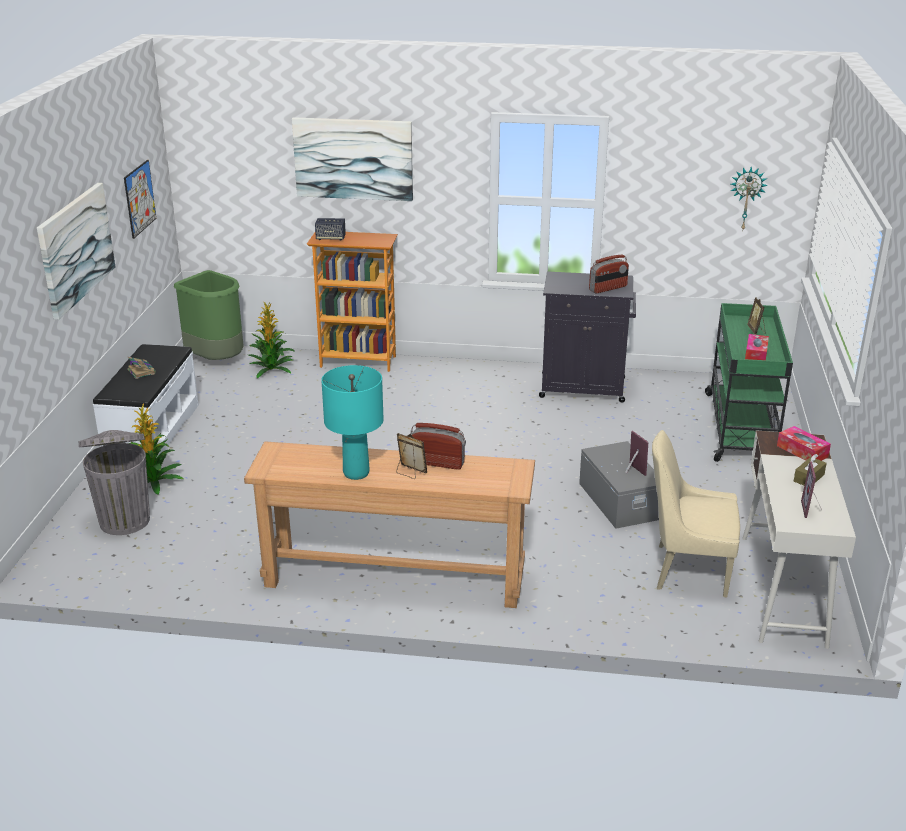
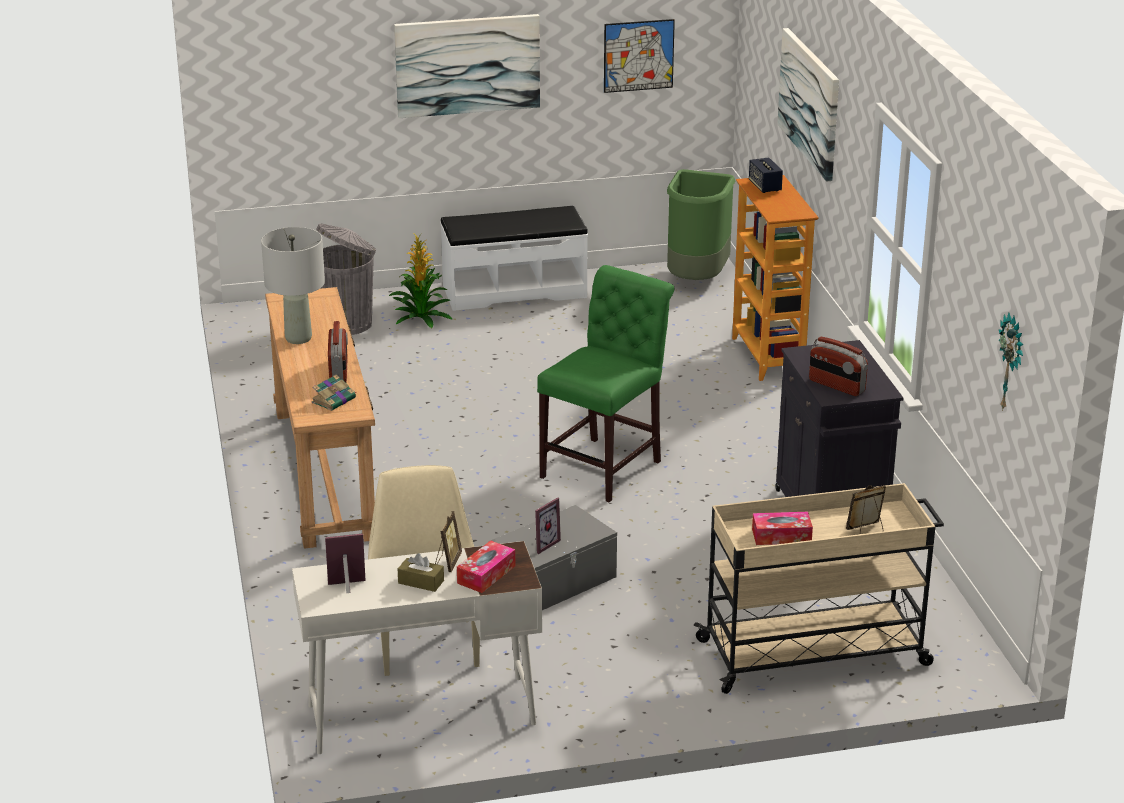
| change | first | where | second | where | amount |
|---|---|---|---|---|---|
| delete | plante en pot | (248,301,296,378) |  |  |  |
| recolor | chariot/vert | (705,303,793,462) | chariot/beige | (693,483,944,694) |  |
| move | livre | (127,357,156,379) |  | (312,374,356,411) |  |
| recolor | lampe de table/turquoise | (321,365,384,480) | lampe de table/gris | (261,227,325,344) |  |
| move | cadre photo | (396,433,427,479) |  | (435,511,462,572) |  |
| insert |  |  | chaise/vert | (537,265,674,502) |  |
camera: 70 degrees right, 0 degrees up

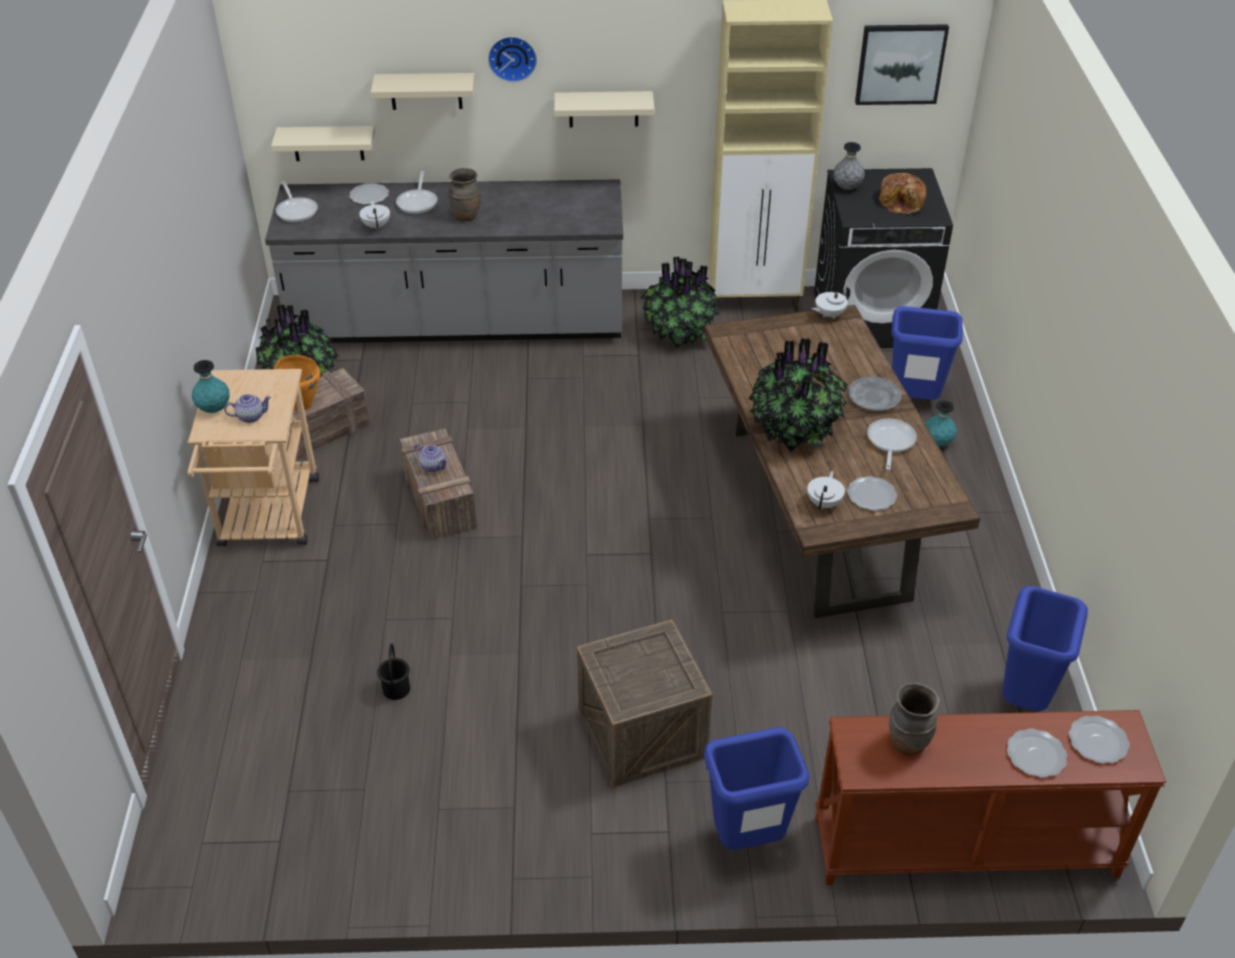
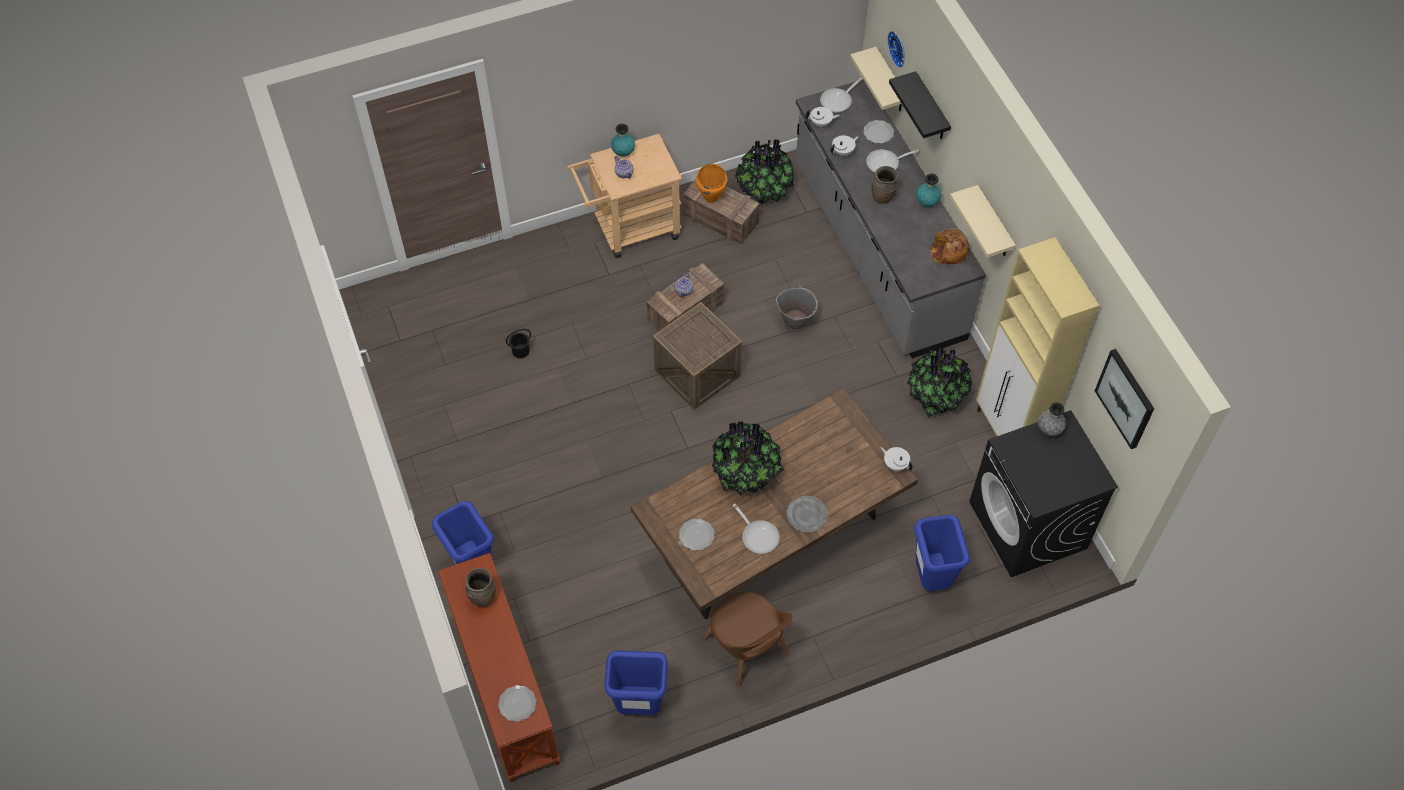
| change | first | where | second | where | amount |
|---|---|---|---|---|---|
| move | horloge murale | (488,36,537,82) |  | (887,31,905,68) |  |
| recolor | étagère/beige | (371,73,475,110) | étagère/noir | (889,71,951,139) |  |
| move | pain | (879,173,926,214) |  | (930,228,969,264) |  |
| move | vase/turquoise | (925,400,957,446) |  | (916,174,941,207) |  |
| rotate | poêle | (867,418,917,470) |  | (733,504,780,554) | 60 degrees clockwise |
| move | théière/blanc | (807,471,845,510) |  | (806,107,840,127) |  |
| move | caisse | (577,619,713,788) |  | (653,302,743,410) |  |
| delete | assiette | (1007,729,1067,778) |  |  |  |
| insert |  |  | seau/gris | (776,285,818,333) |  |
| insert |  |  | chaise/marron | (702,592,792,687) |  |
camera: 70 degrees right, 15 degrees up

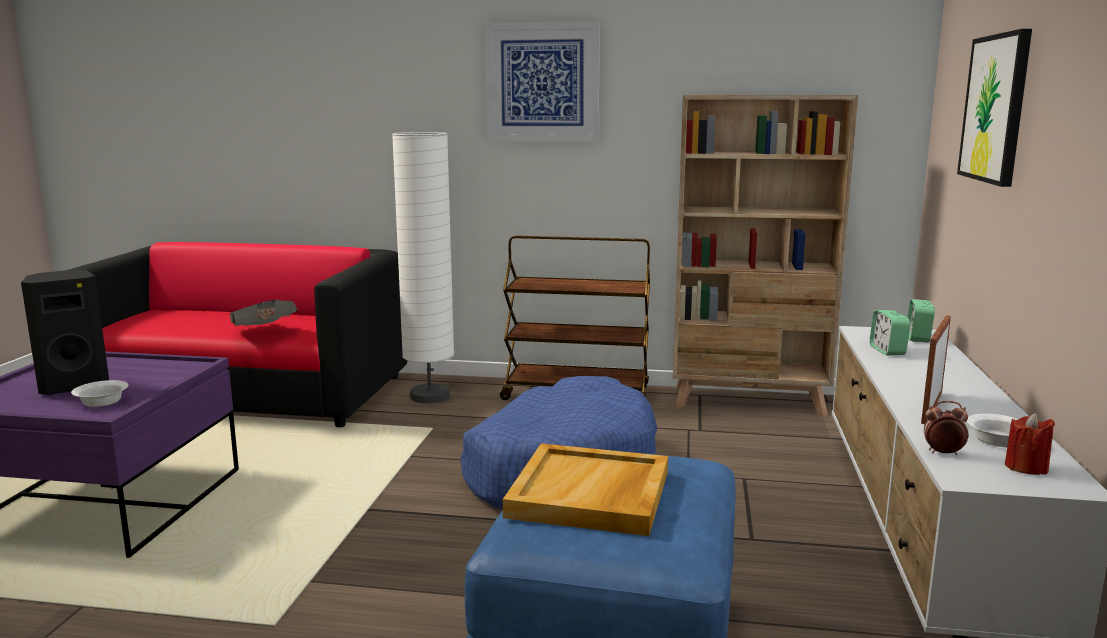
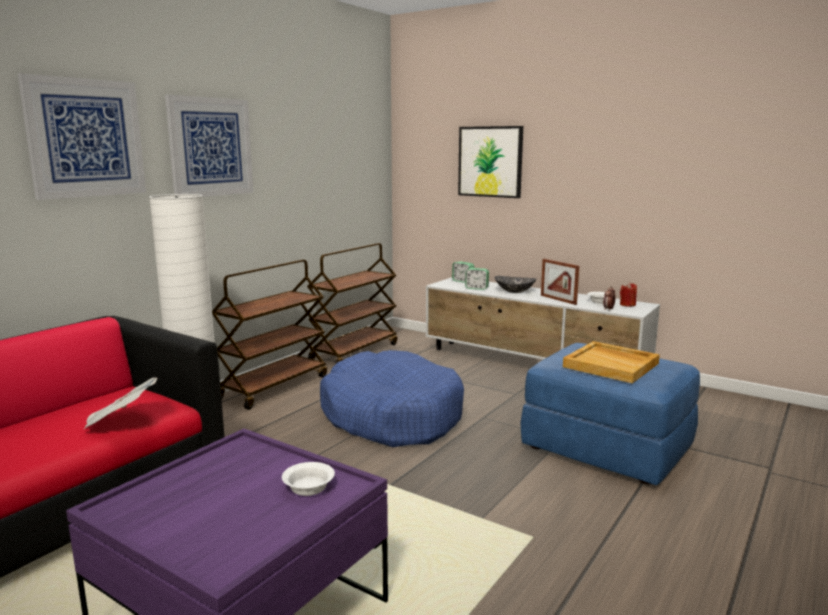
| change | first | where | second | where | amount |
|---|---|---|---|---|---|
| replace | bibliothèque/beige | (673,95,858,416) | chariot/marron | (307,243,397,365) |  |
| delete | enceinte/noir | (21,270,109,395) |  |  |  |
| insert |  |  | tableau | (18,73,146,200) |  |
| insert |  |  | bol | (494,276,537,293) |  |
camera: 65 degrees left, 0 degrees up

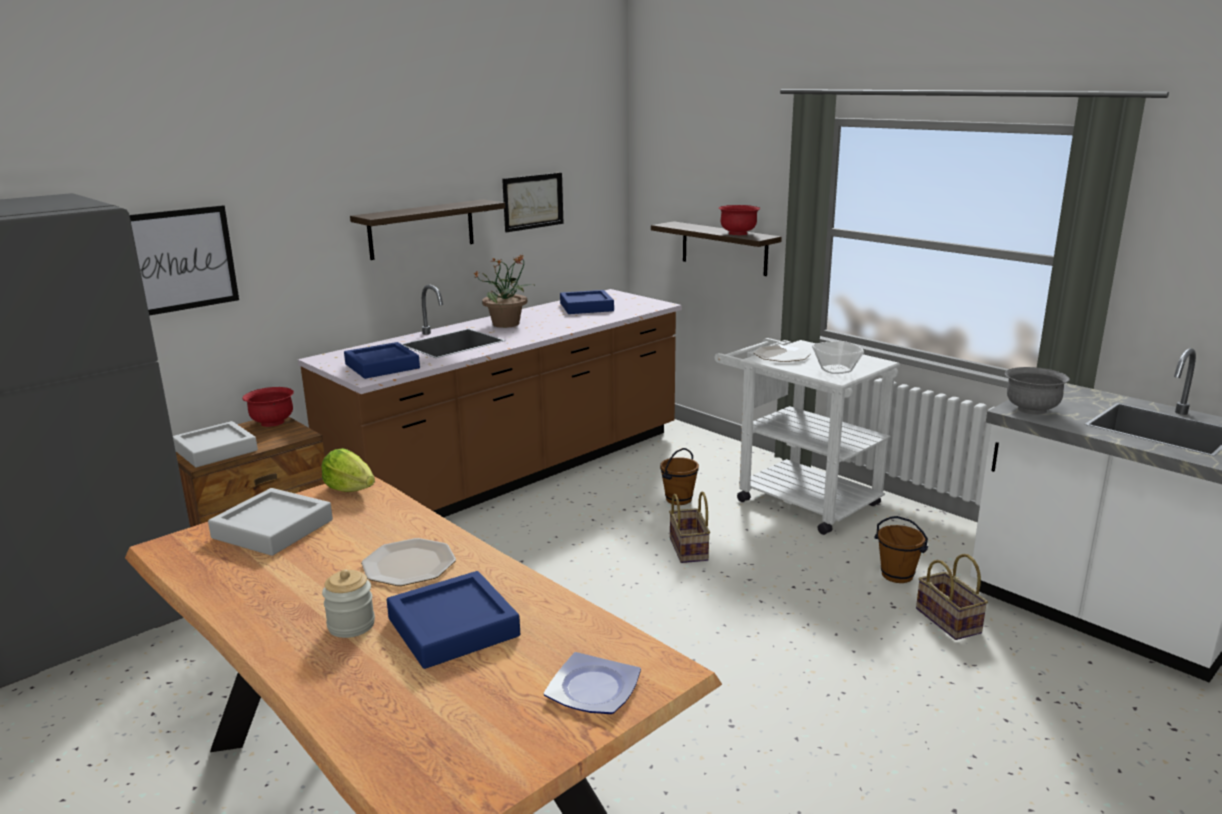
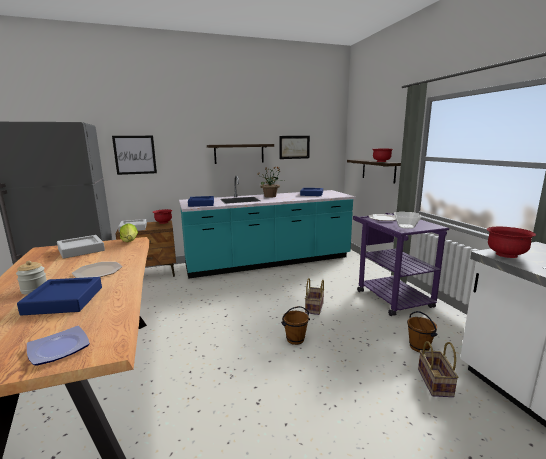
| change | first | where | second | where | amount |
|---|---|---|---|---|---|
| recolor | comptoir de cuisine/marron | (298,285,682,517) | comptoir de cuisine/turquoise | (179,176,356,279) |  |
| recolor | chariot/blanc | (715,338,900,535) | chariot/violet | (353,213,449,316) |  |
| recolor | bol/gris | (1005,367,1070,415) | bol/rouge | (486,227,536,258) |  |
| move | seau/marron | (660,448,699,505) |  | (281,306,310,345) |  |
camera: 25 degrees right, 5 degrees down

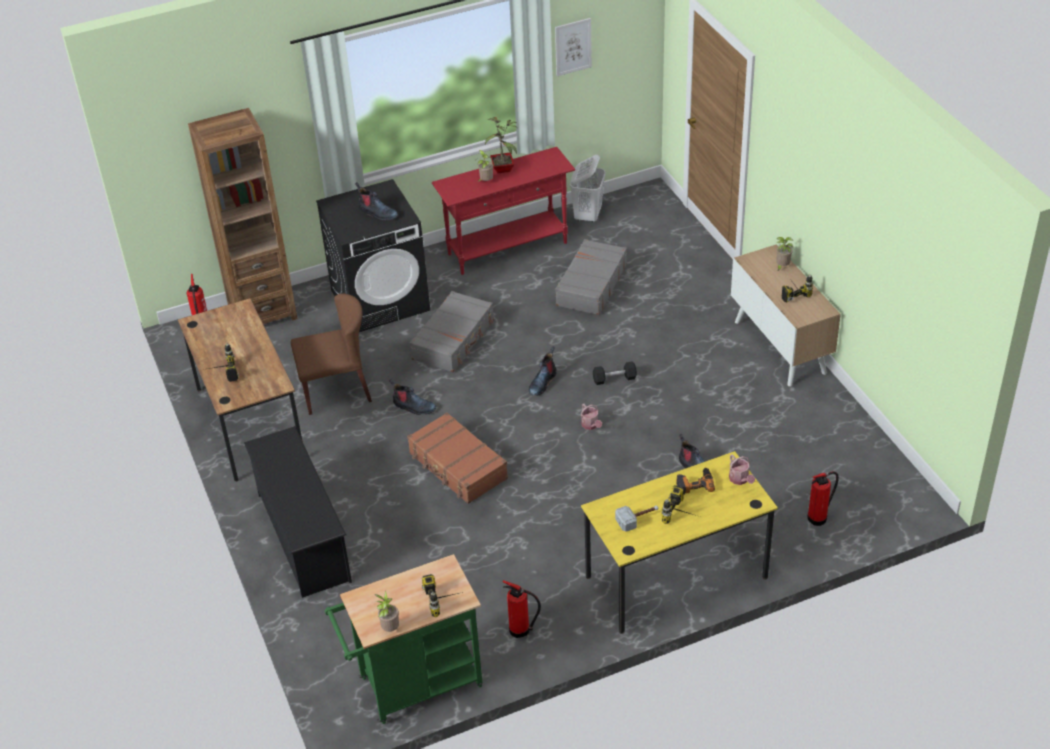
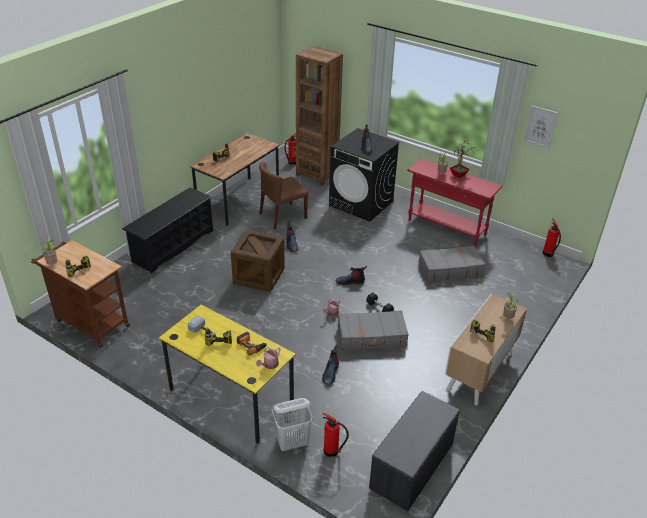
| change | first | where | second | where | amount |
|---|---|---|---|---|---|
| move | panier à linge/blanc | (570,155,606,223) |  | (272,398,313,451) |  |
| move | valise/gris | (410,291,494,372) |  | (338,310,409,350) |  |
| rotate | chaise/marron | (291,293,372,415) |  | (259,162,309,229) | 105 degrees clockwise |
| replace | valise/marron | (407,412,508,504) | caisse | (231,230,285,292) |  |
| recolor | chariot/vert | (325,554,483,724) | chariot/marron | (31,240,130,348) |  |
| move | extincteur | (503,580,541,638) |  | (543,218,561,257) |  |
| insert |  |  | banc/gris | (369,391,460,511) |  |
camera: 55 degrees right, 5 degrees down

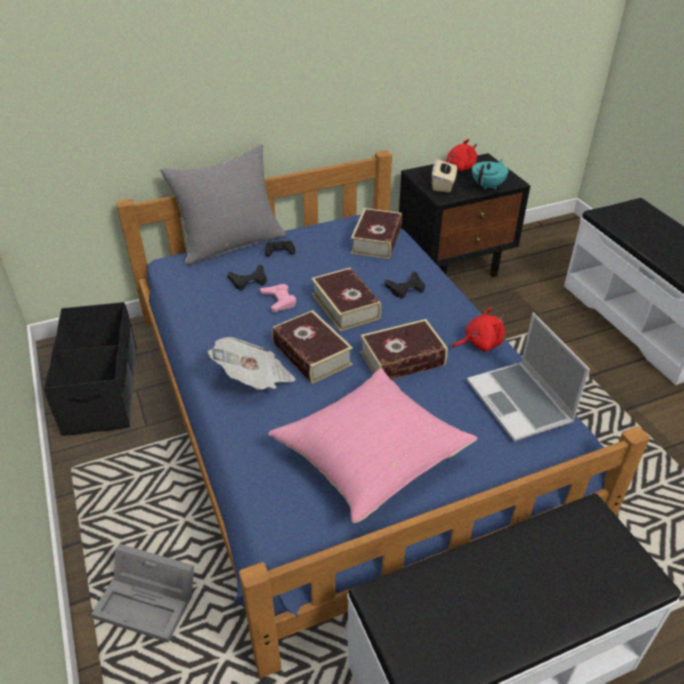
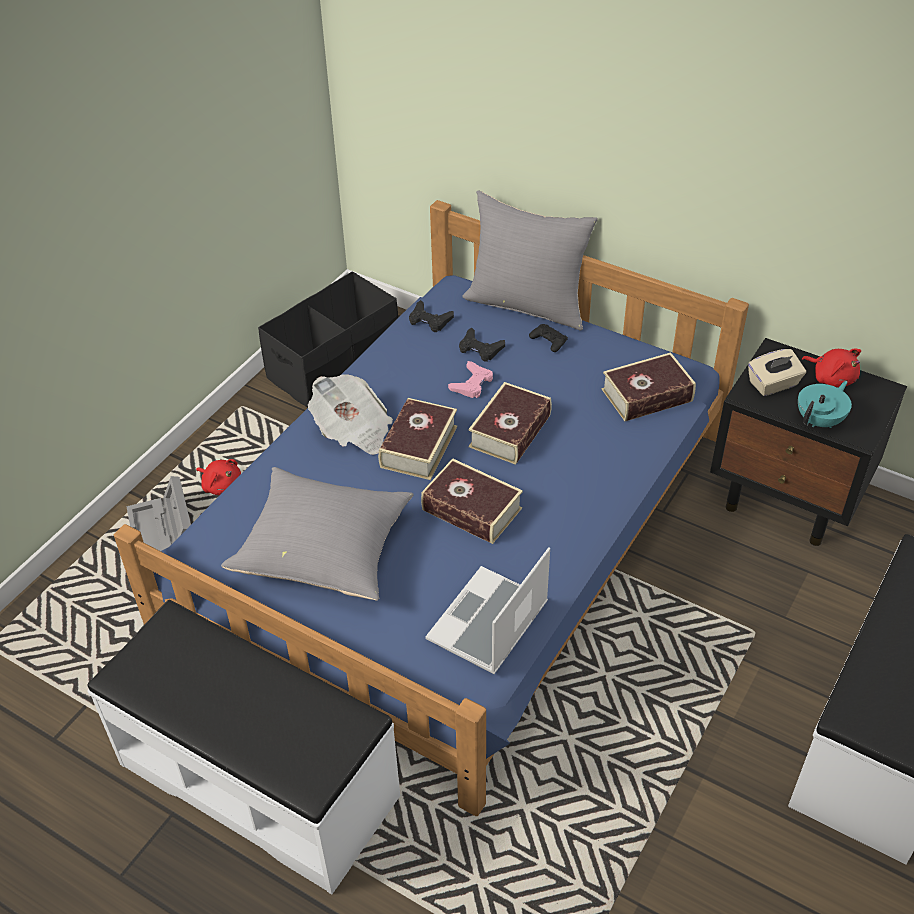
| change | first | where | second | where | amount |
|---|---|---|---|---|---|
| rotate | théière/turquoise | (472,159,508,190) |  | (798,381,852,428) | 45 degrees counterclockwise |
| move | manette/noir | (384,271,425,298) |  | (409,300,454,332) |  |
| move | peluche/rouge | (452,307,505,352) |  | (196,459,241,495) |  |
| recolor | coussin/rose | (268,368,477,523) | coussin/gris | (221,467,414,601) |  |
camera: 55 degrees right, 5 degrees up

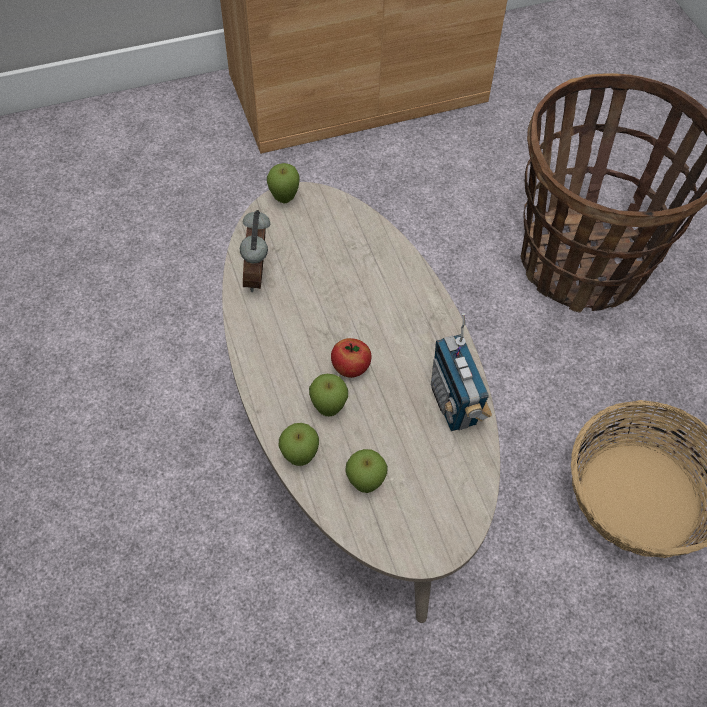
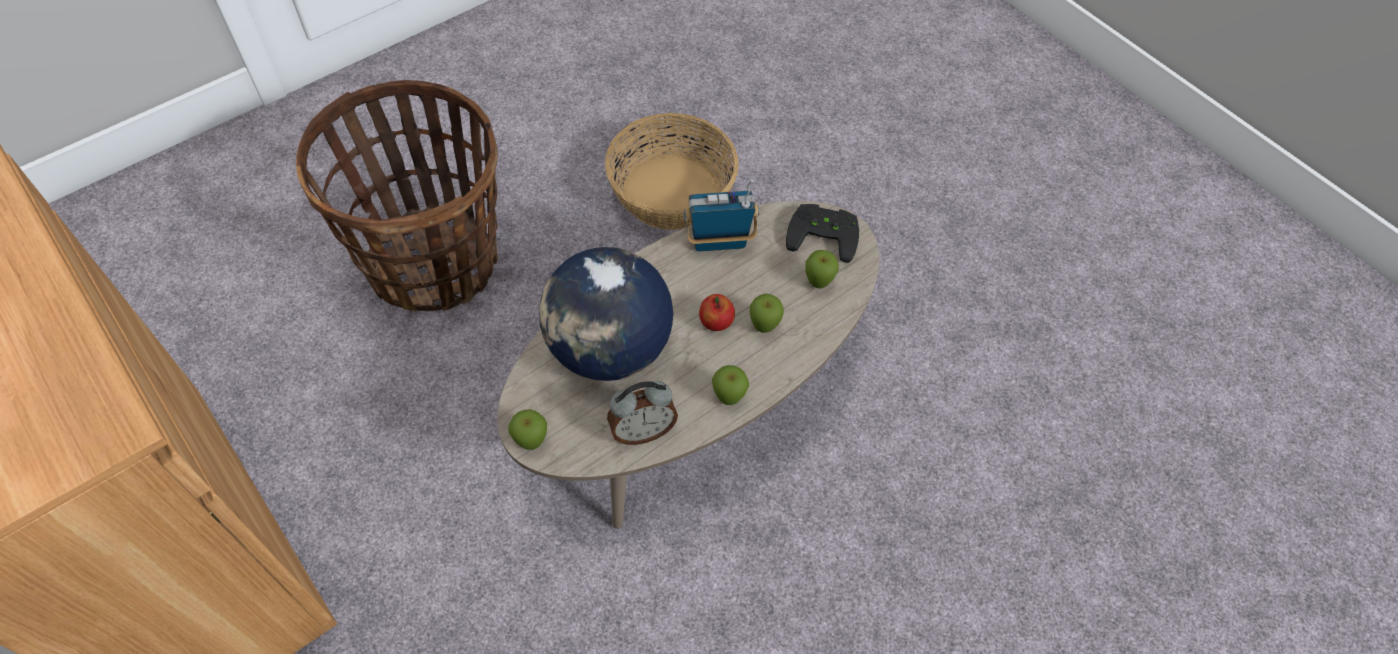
| change | first | where | second | where | amount |
|---|---|---|---|---|---|
| rotate | radio | (431,313,492,431) |  | (683,179,759,252) | 150 degrees counterclockwise |
| move | pomme | (279,423,319,466) |  | (712,365,749,405) |  |
| insert |  |  | manette/noir | (786,204,859,263) |  |
| insert |  |  | globe | (539,247,673,381) |  |
camera: 110 degrees left, 0 degrees up

